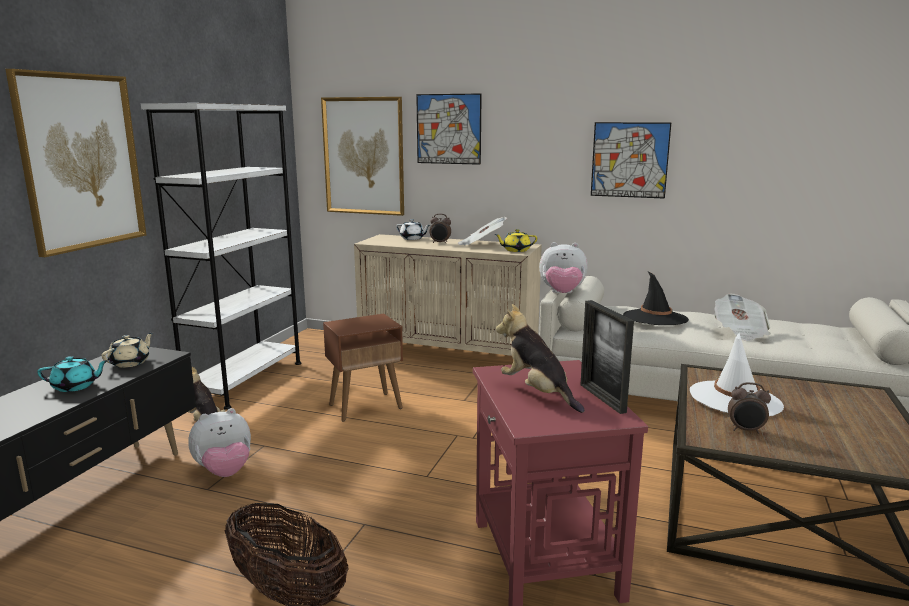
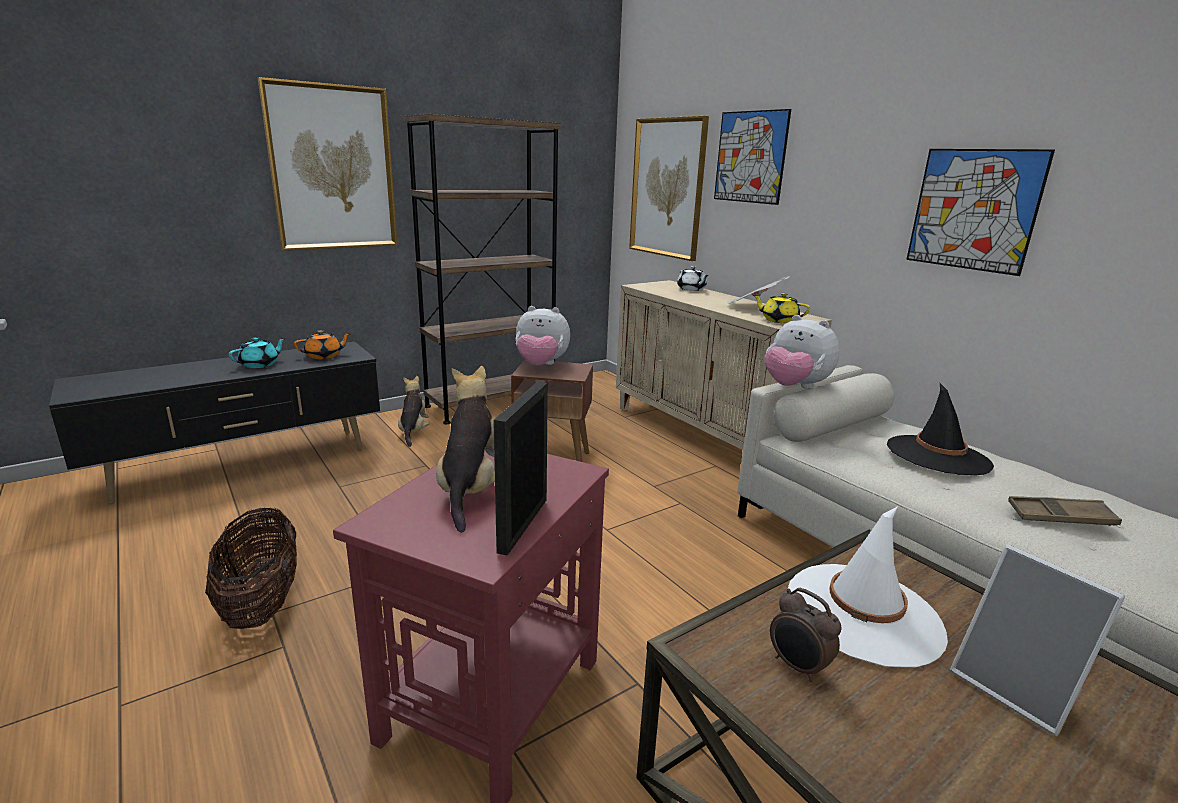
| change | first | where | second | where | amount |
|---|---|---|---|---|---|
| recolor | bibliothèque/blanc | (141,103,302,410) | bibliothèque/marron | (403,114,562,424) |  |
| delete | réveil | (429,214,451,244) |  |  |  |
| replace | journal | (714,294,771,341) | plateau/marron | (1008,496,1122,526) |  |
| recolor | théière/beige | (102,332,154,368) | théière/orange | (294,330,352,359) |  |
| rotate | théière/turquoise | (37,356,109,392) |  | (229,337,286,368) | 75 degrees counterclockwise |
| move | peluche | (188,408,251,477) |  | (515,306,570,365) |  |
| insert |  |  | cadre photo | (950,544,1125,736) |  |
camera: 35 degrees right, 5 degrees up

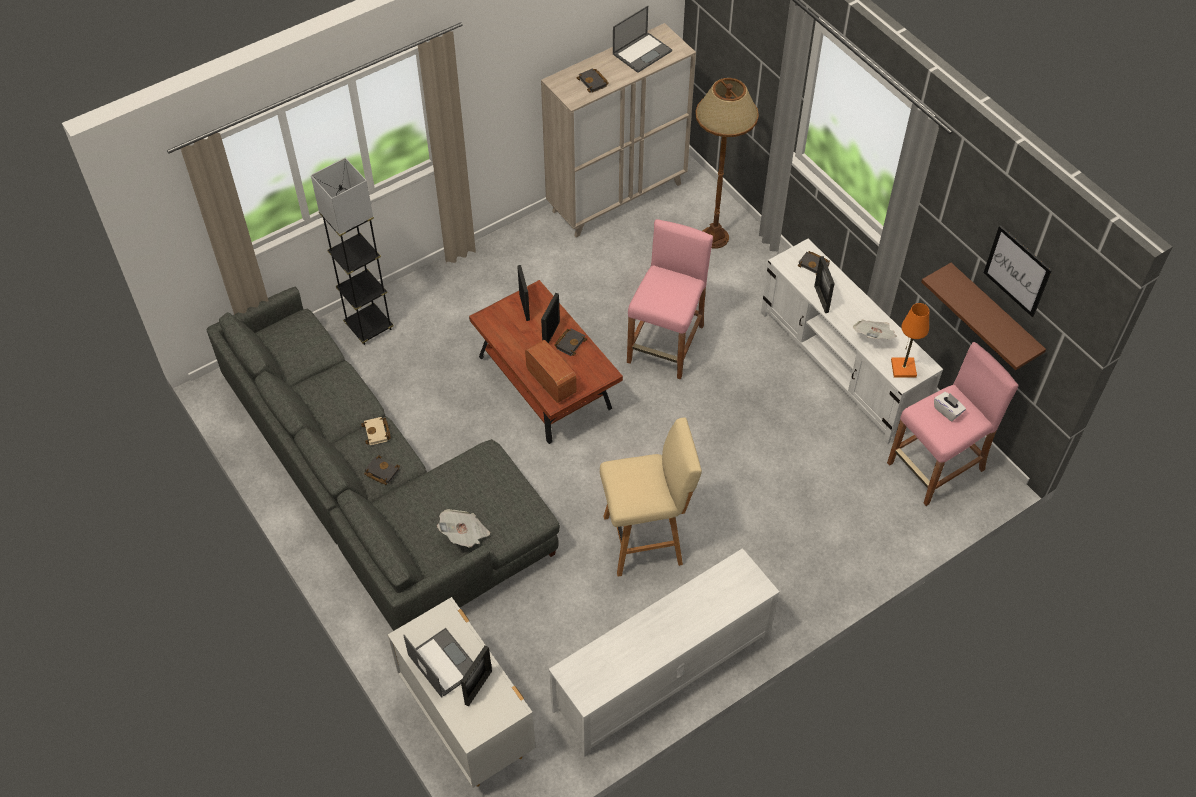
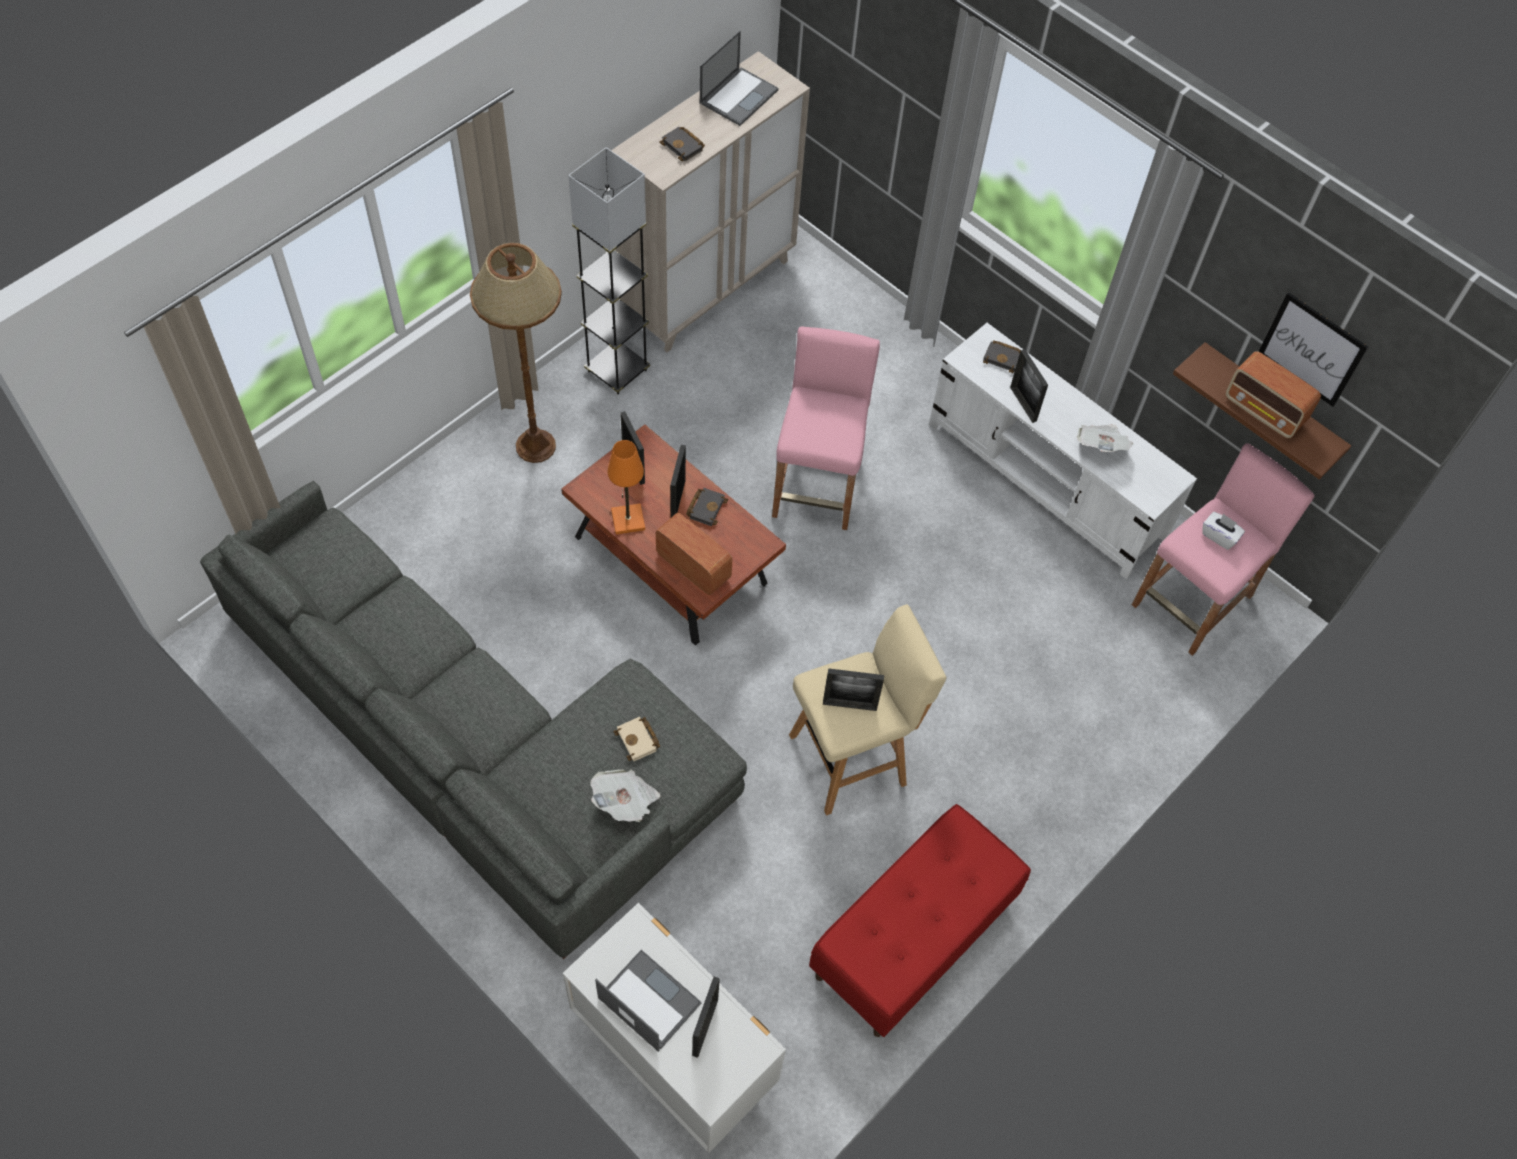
| change | first | where | second | where | amount |
|---|---|---|---|---|---|
| move | lampadaire/marron | (695,78,759,249) |  | (470,243,562,463) |  |
| move | lampadaire/gris | (311,158,393,345) |  | (569,147,650,394) |  |
| move | lampe de table/orange | (891,303,929,378) |  | (607,440,645,534) |  |
| move | livre/beige | (361,417,391,445) |  | (613,717,660,761) |  |
| delete | livre/noir | (364,455,400,485) |  |  |  |
| replace | meuble télé/blanc | (549,548,779,757) | banc/rouge | (809,804,1031,1037) |  |
| insert |  |  | radio | (1225,351,1321,438) |  |
| insert |  |  | cadre photo | (823,668,884,711) |  |
camera: 15 degrees left, 5 degrees up

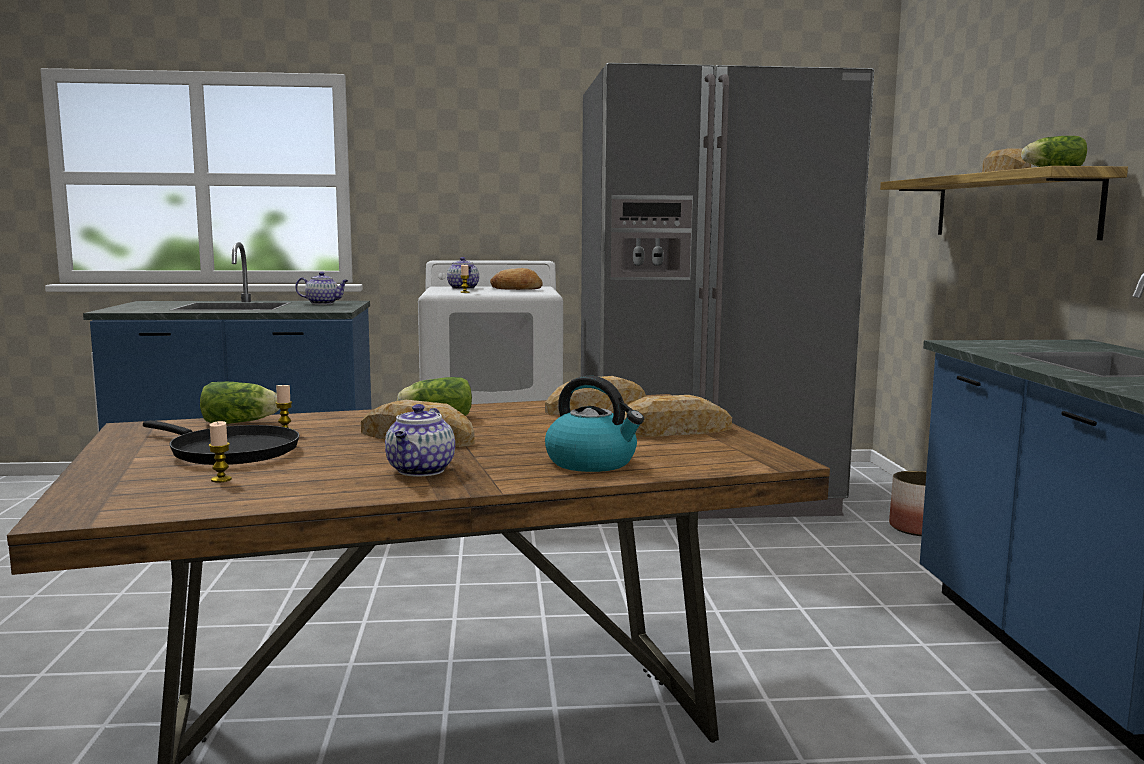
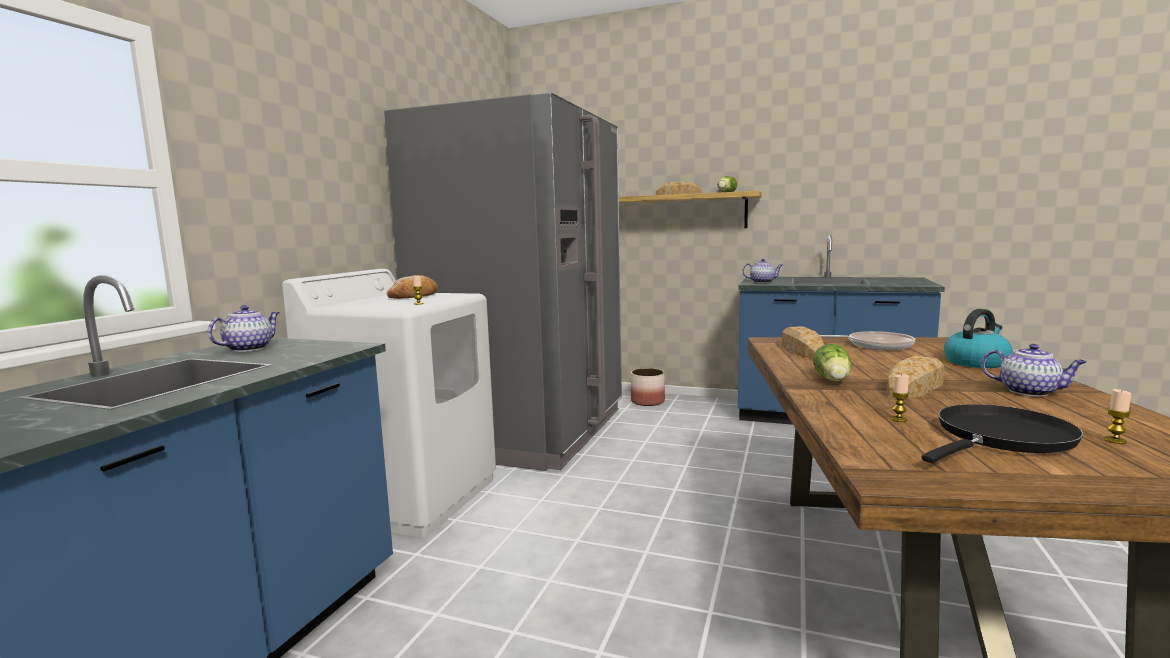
| change | first | where | second | where | amount |
|---|---|---|---|---|---|
| move | théière | (447,257,479,289) |  | (742,259,783,283) |  |
| delete | laitue | (200,382,280,424) |  |  |  |
| replace | pain | (624,395,732,437) | poêle | (820,331,915,350) |  |
camera: 65 degrees left, 0 degrees up

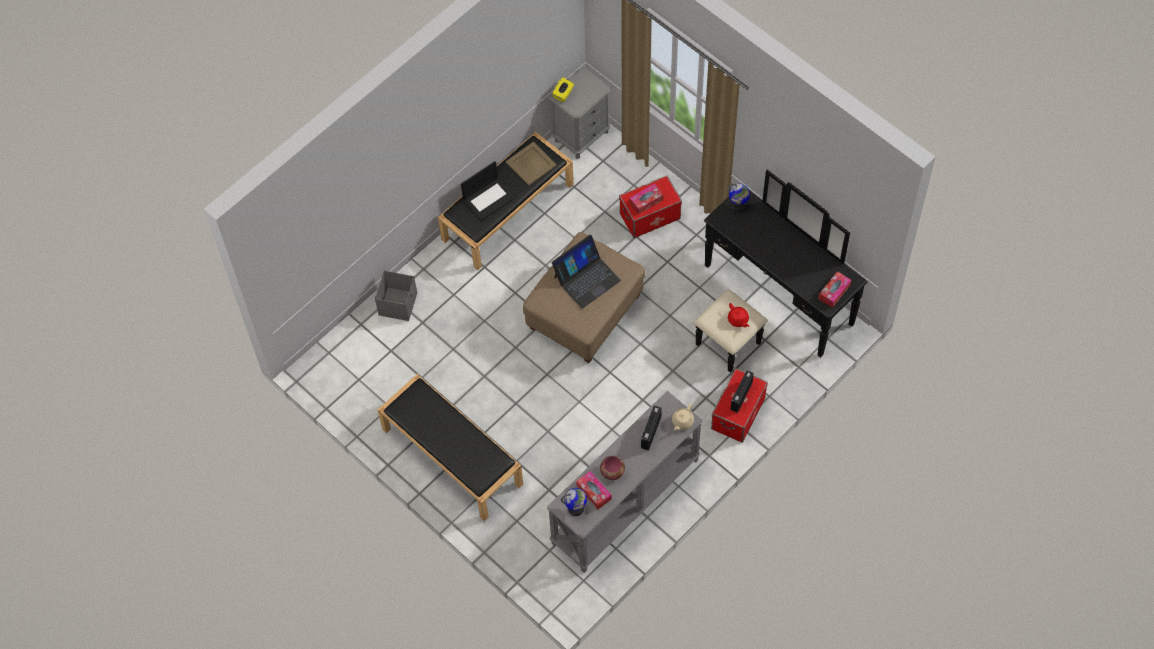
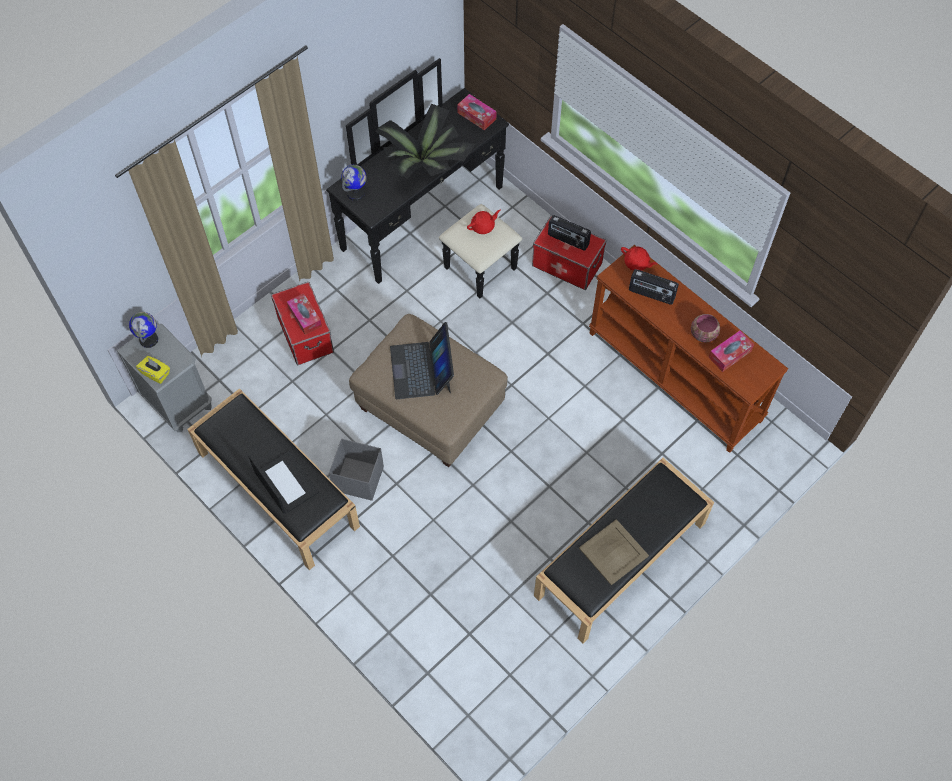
| change | first | where | second | where | amount |
|---|---|---|---|---|---|
| move | plateau/beige | (506,142,557,186) |  | (579,519,649,585) |  |
| rotate | ordinateur portable | (552,234,621,308) |  | (390,322,454,399) | 150 degrees counterclockwise |
| move | boîte de rangement/gris | (375,271,417,321) |  | (329,439,384,501) |  |
| recolor | table console/gris | (547,391,703,573) | table console/marron | (589,245,788,453) |  |
| recolor | théière/beige | (672,404,694,430) | théière/rouge | (621,247,657,271) |  |
| move | globe | (561,488,587,516) |  | (129,312,158,348) |  |
| insert |  |  | plante en pot | (375,103,475,179) |  |
camera: 90 degrees left, 0 degrees up

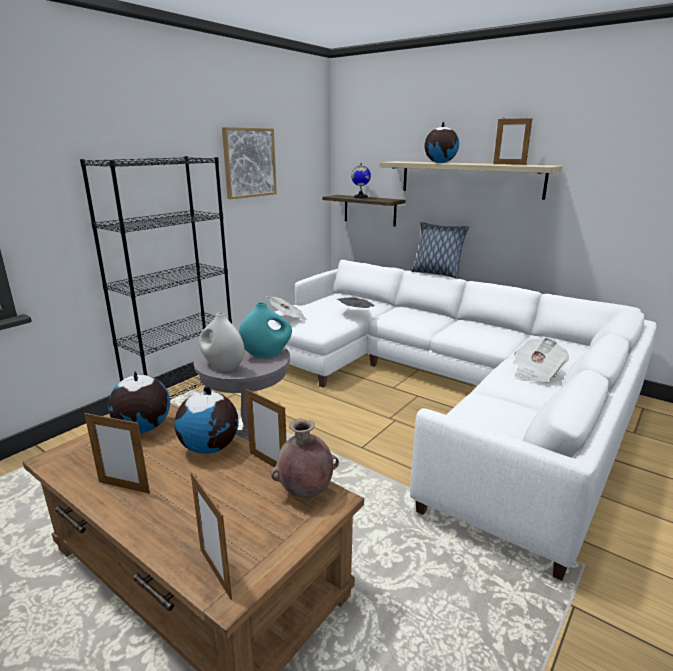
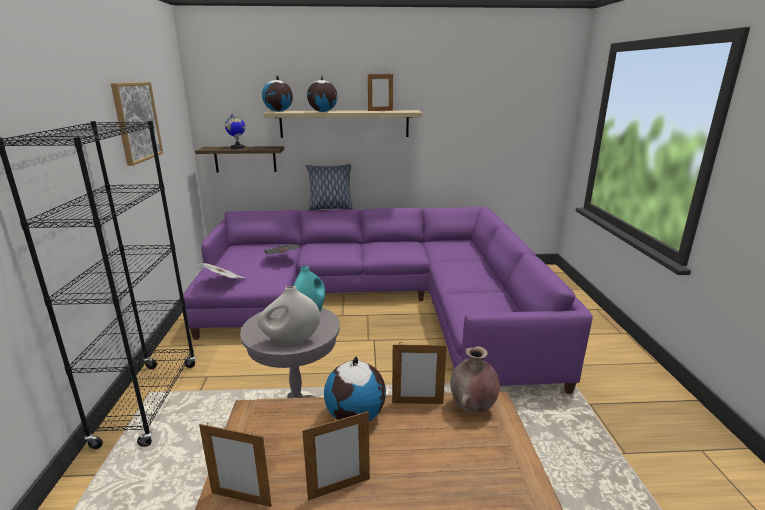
| change | first | where | second | where | amount |
|---|---|---|---|---|---|
| recolor | canapé/blanc | (268,260,657,581) | canapé/violet | (183,207,593,394) |  |
| delete | journal | (513,337,569,383) |  |  |  |
| move | globe | (108,371,170,433) |  | (262,75,293,112) |  |
| move | cadre photo | (190,472,232,600) |  | (199,423,272,507) |  |
camera: 40 degrees left, 0 degrees up

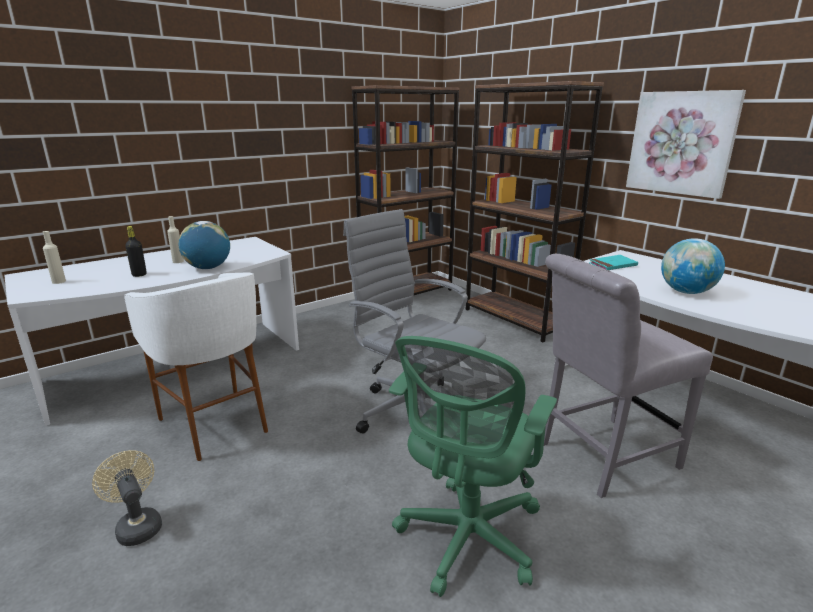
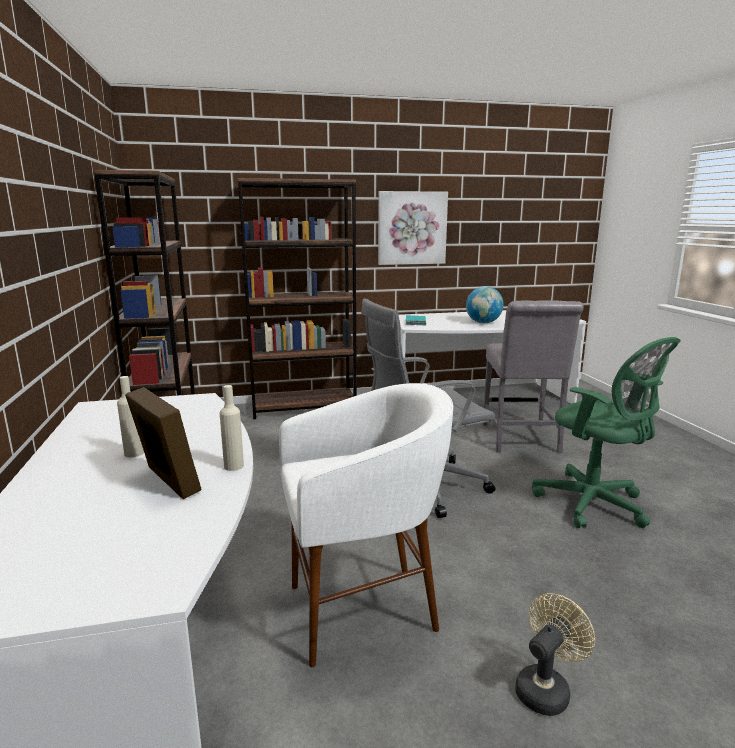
| change | first | where | second | where | amount |
|---|---|---|---|---|---|
| delete | globe | (179,221,230,269) |  |  |  |
| replace | bouteille/noir | (125,226,147,277) | cadre photo | (125,387,202,499) |  |
| move | bouteille/beige | (43,231,66,284) |  | (220,385,244,471) |  |
| rotate | ventilateur/beige | (92,450,162,546) |  | (515,593,595,716) | 150 degrees clockwise |
camera: 65 degrees left, 5 degrees down

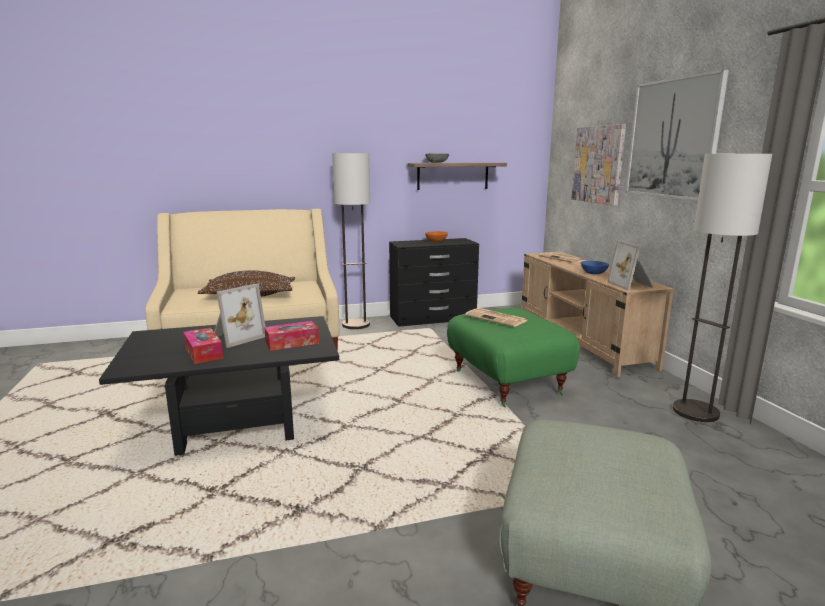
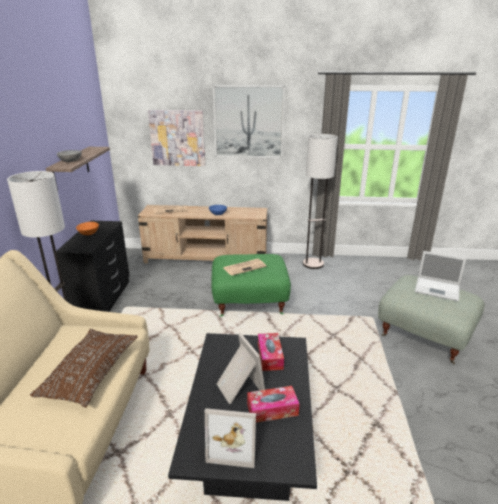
| change | first | where | second | where | amount |
|---|---|---|---|---|---|
| move | cadre photo | (608,241,653,291) |  | (205,408,256,468) |  |
| insert |  |  | ordinateur portable | (415,251,466,302) |  |
camera: 70 degrees left, 10 degrees up

